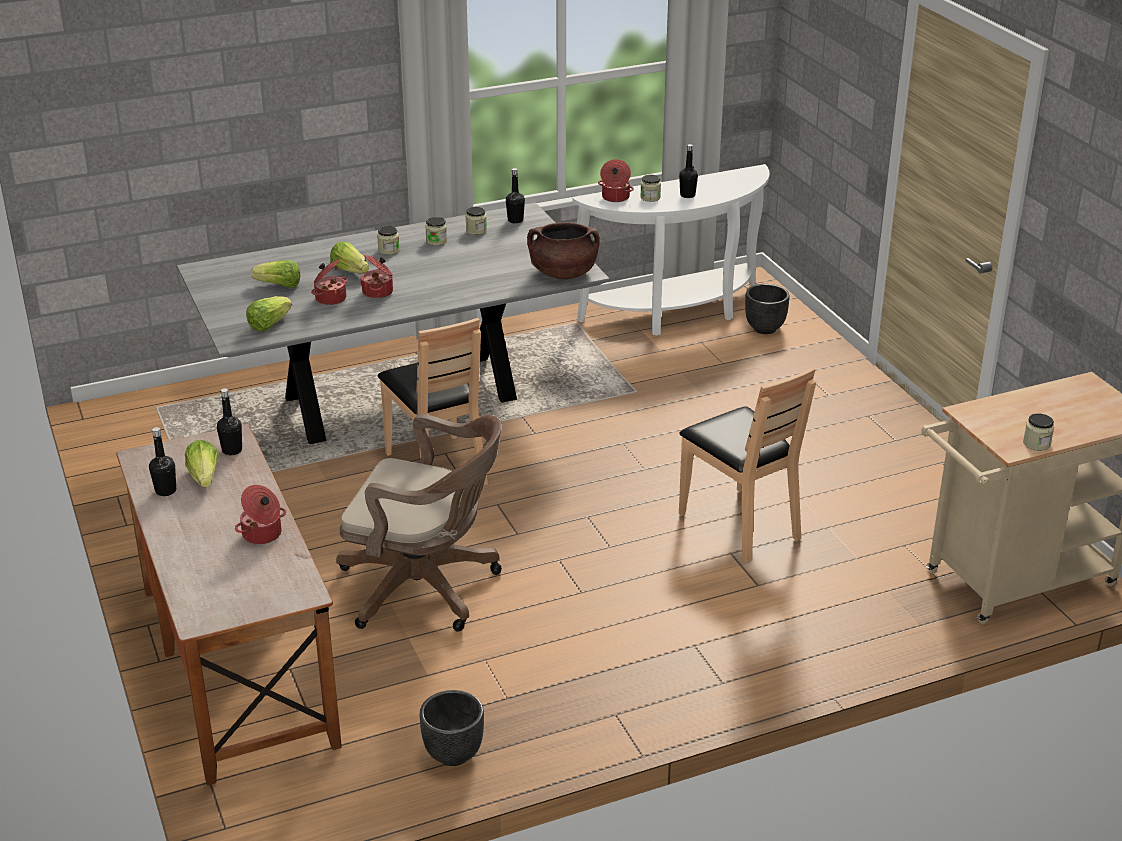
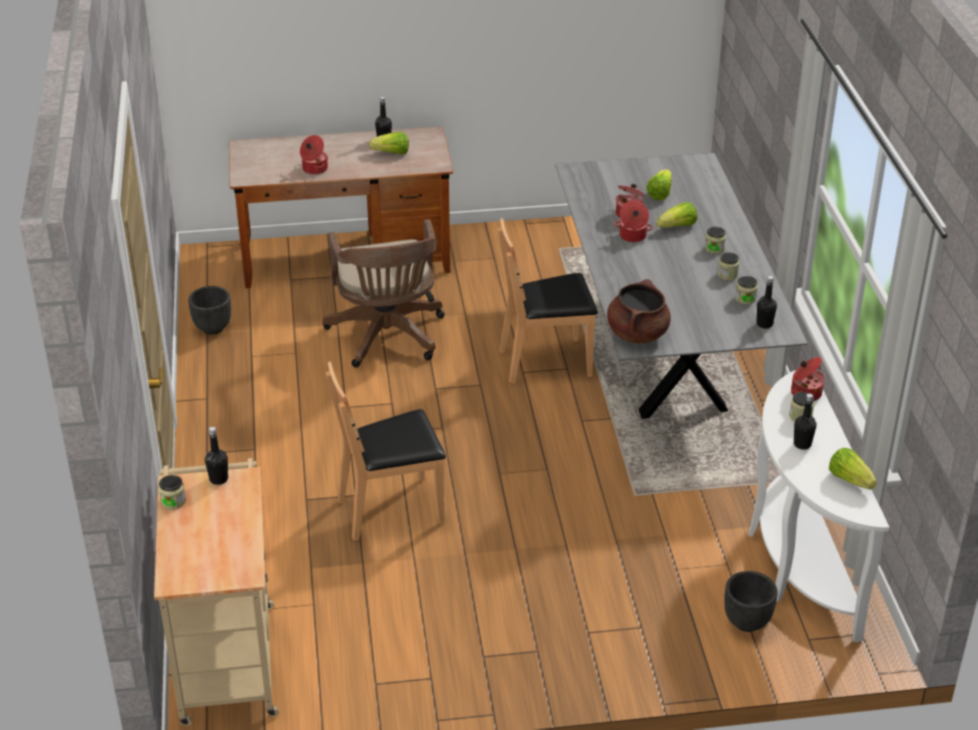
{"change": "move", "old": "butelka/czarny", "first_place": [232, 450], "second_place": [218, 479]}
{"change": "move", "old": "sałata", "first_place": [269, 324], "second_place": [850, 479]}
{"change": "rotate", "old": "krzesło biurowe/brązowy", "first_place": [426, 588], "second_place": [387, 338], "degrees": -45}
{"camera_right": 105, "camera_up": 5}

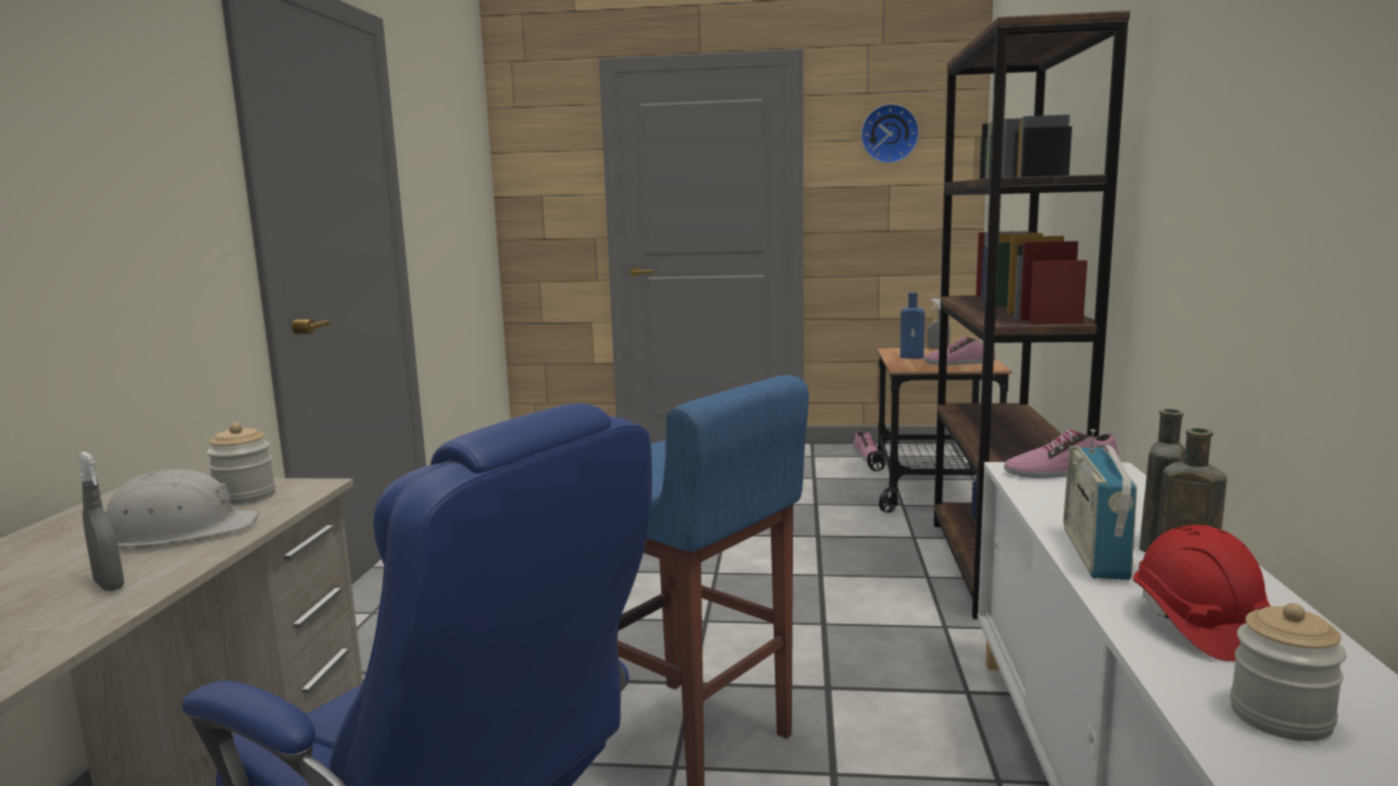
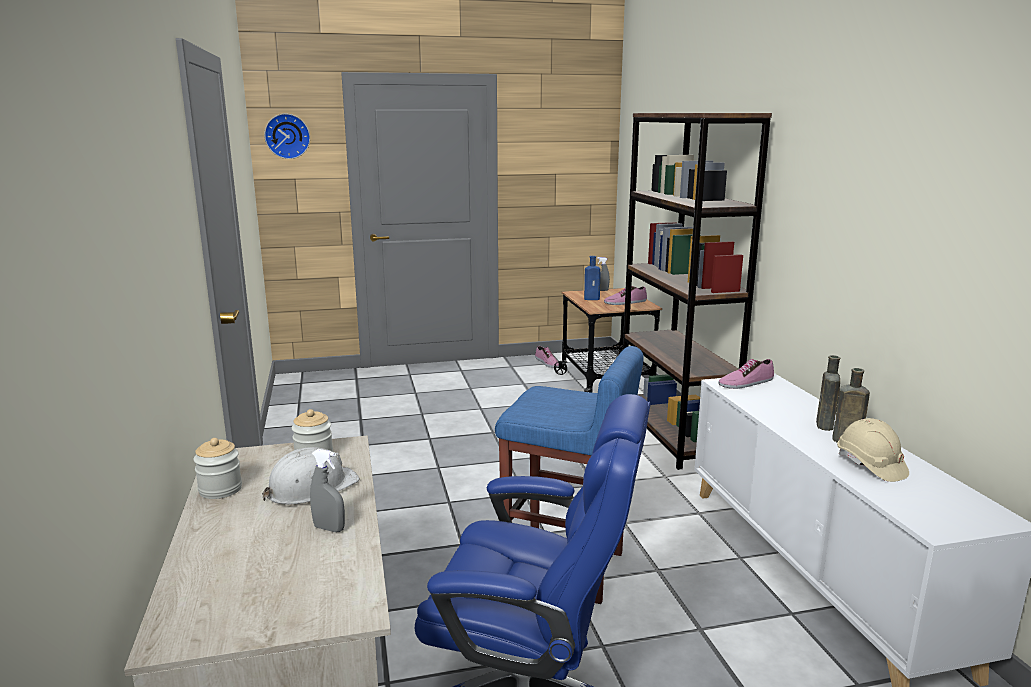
{"change": "delete", "old": "radio", "first_place": [1094, 554]}
{"change": "move", "old": "zegar ścienny", "first_place": [889, 134], "second_place": [287, 136]}
{"change": "move", "old": "słoik", "first_place": [1280, 717], "second_place": [220, 489]}
{"change": "recolor", "old": "kask/czerwony", "new": "kask/beżowy", "first_place": [1200, 625], "second_place": [870, 466]}
{"camera_right": -20, "camera_up": 5}

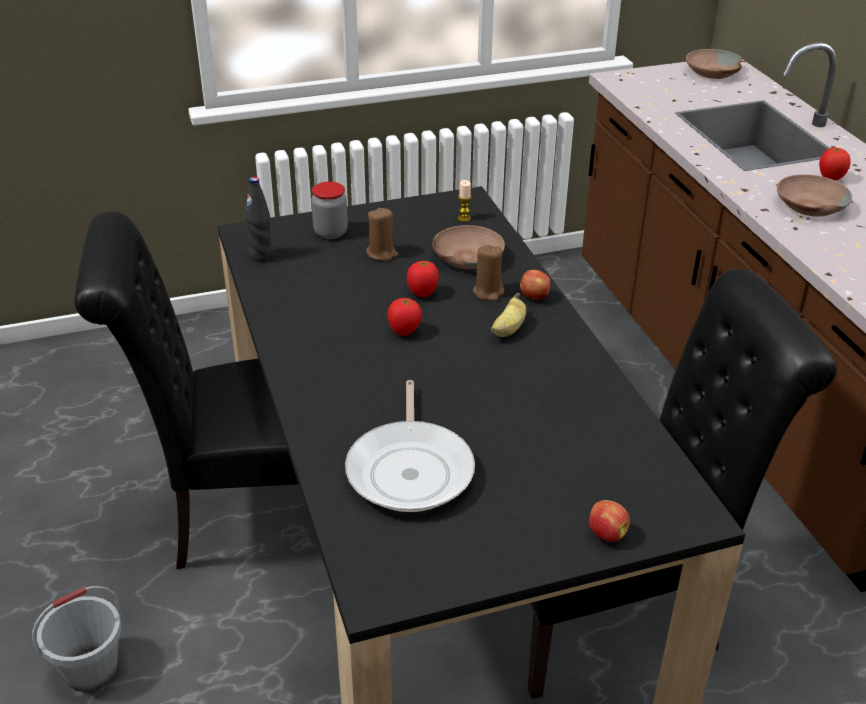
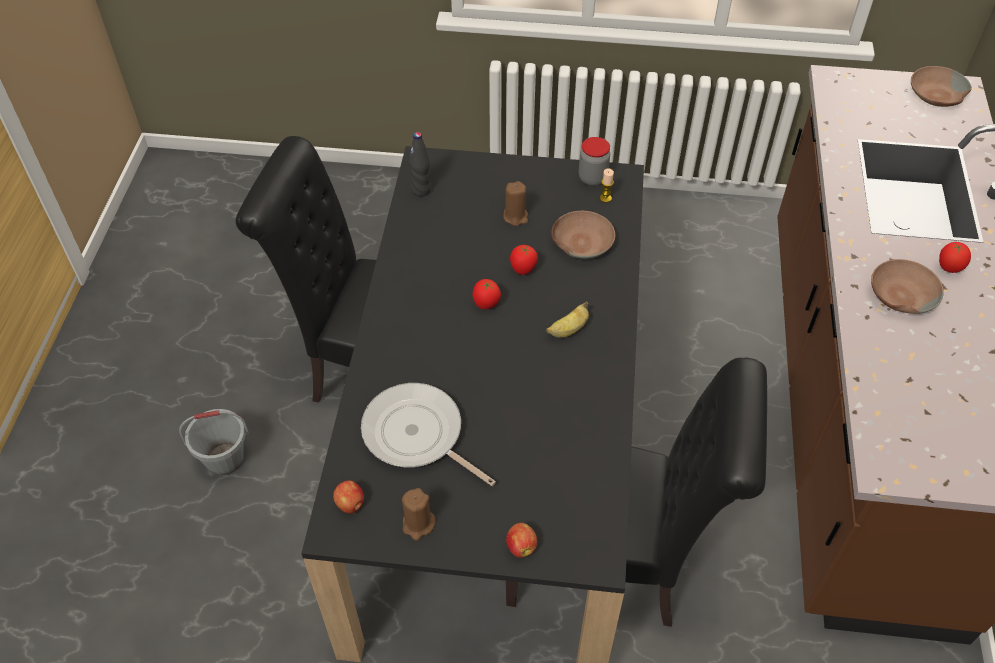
{"change": "move", "old": "słoik", "first_place": [330, 232], "second_place": [592, 178]}
{"change": "move", "old": "świeca/brązowy", "first_place": [488, 292], "second_place": [418, 524]}
{"change": "move", "old": "jabłko", "first_place": [535, 297], "second_place": [350, 504]}
{"change": "rotate", "old": "patelnia", "first_place": [411, 469], "second_place": [417, 435], "degrees": 105}
{"camera_right": 25, "camera_up": 15}

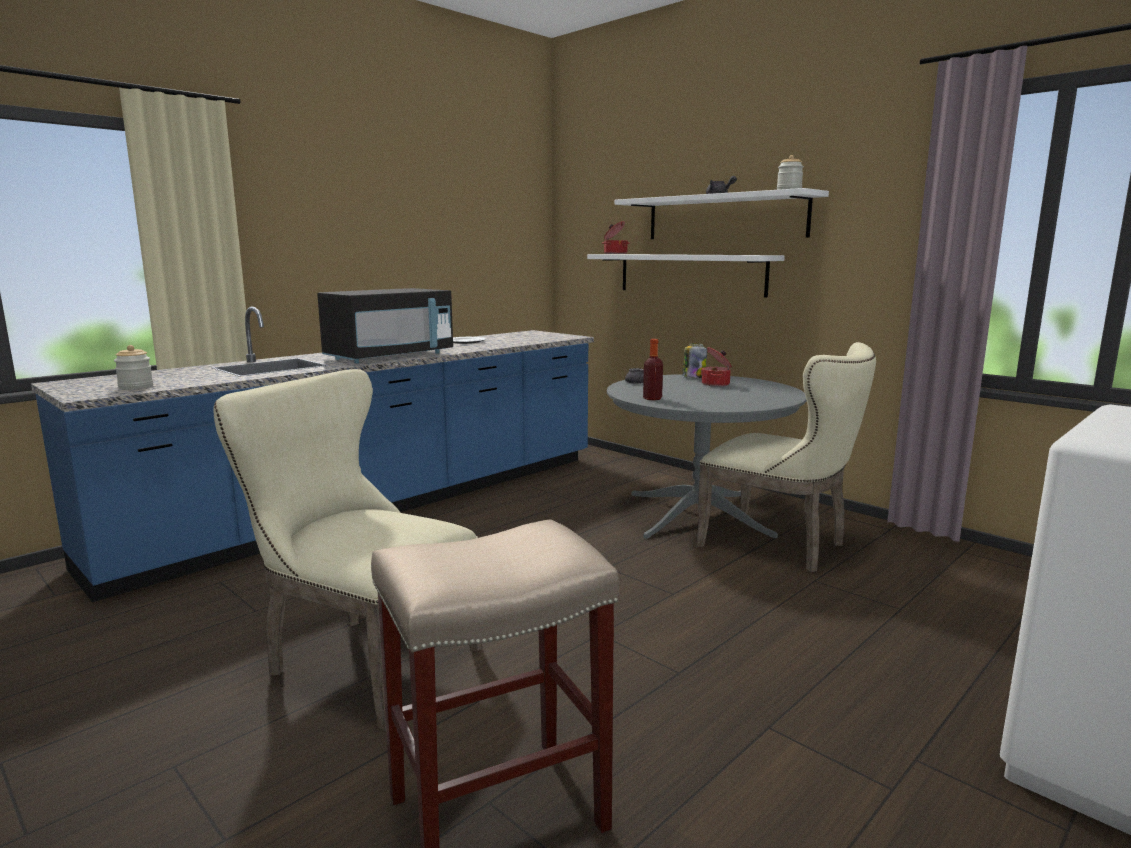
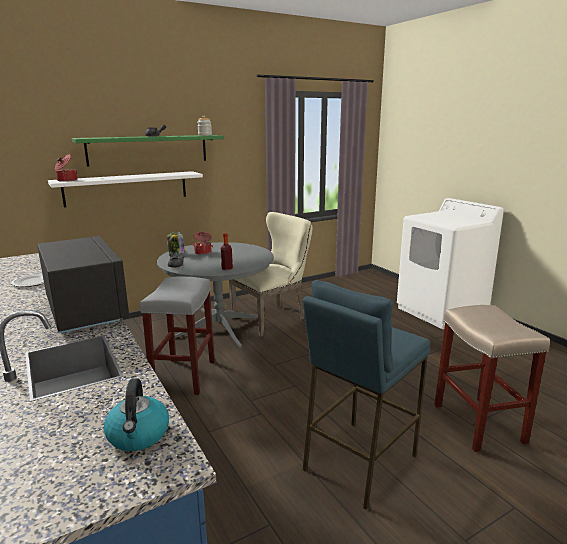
{"change": "insert", "new": "stołek/szary", "second_place": [184, 375]}
{"change": "replace", "old": "słoik", "new": "czajnik", "first_place": [136, 387], "second_place": [138, 435]}
{"change": "replace", "old": "krzesło/beżowy", "new": "stołek/niebieski", "first_place": [361, 661], "second_place": [358, 462]}
{"change": "recolor", "old": "półka/biały", "new": "półka/zielony", "first_place": [724, 217], "second_place": [148, 149]}
{"camera_right": -75, "camera_up": 5}

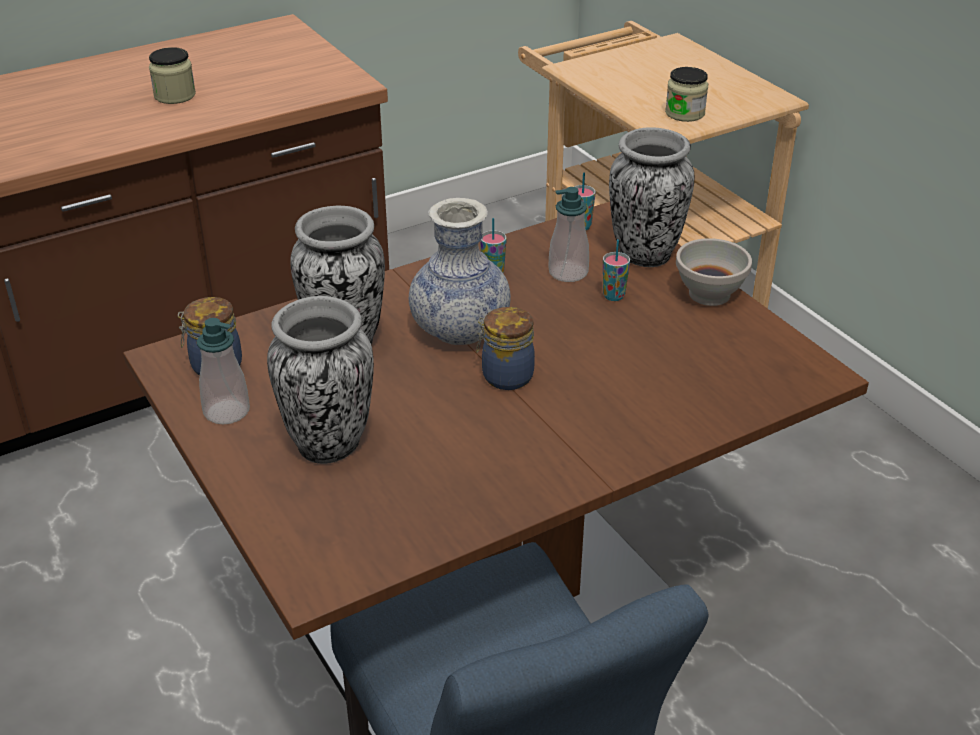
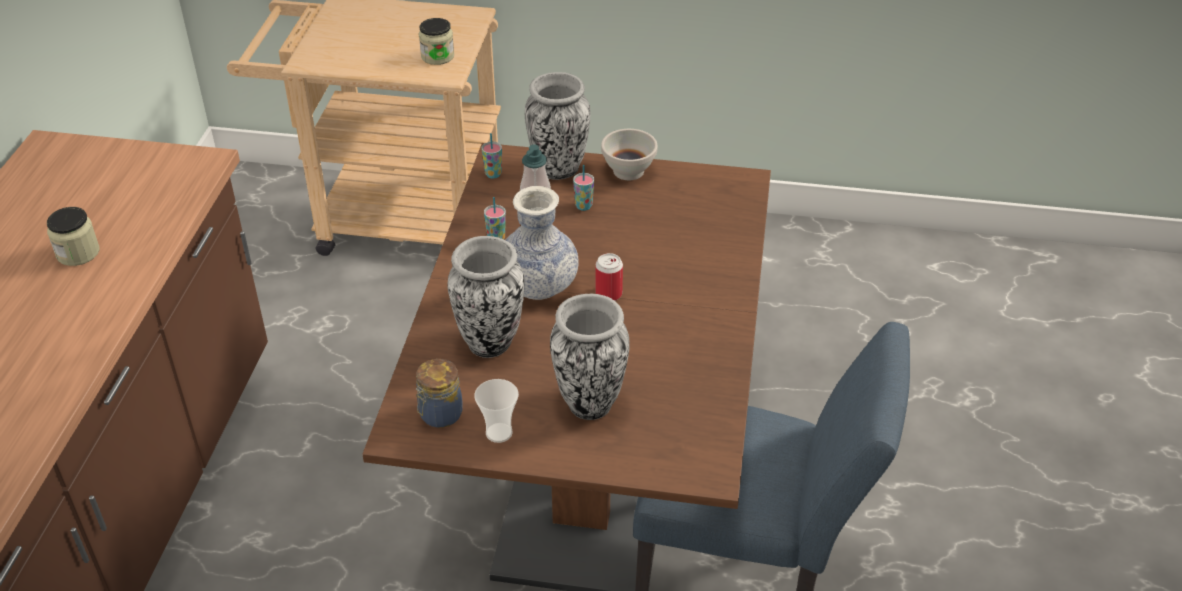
{"change": "replace", "old": "dozownik mydła", "new": "filiżanka", "first_place": [226, 411], "second_place": [499, 433]}
{"change": "replace", "old": "słoik", "new": "puszka", "first_place": [505, 376], "second_place": [608, 294]}
{"camera_right": -50, "camera_up": 5}

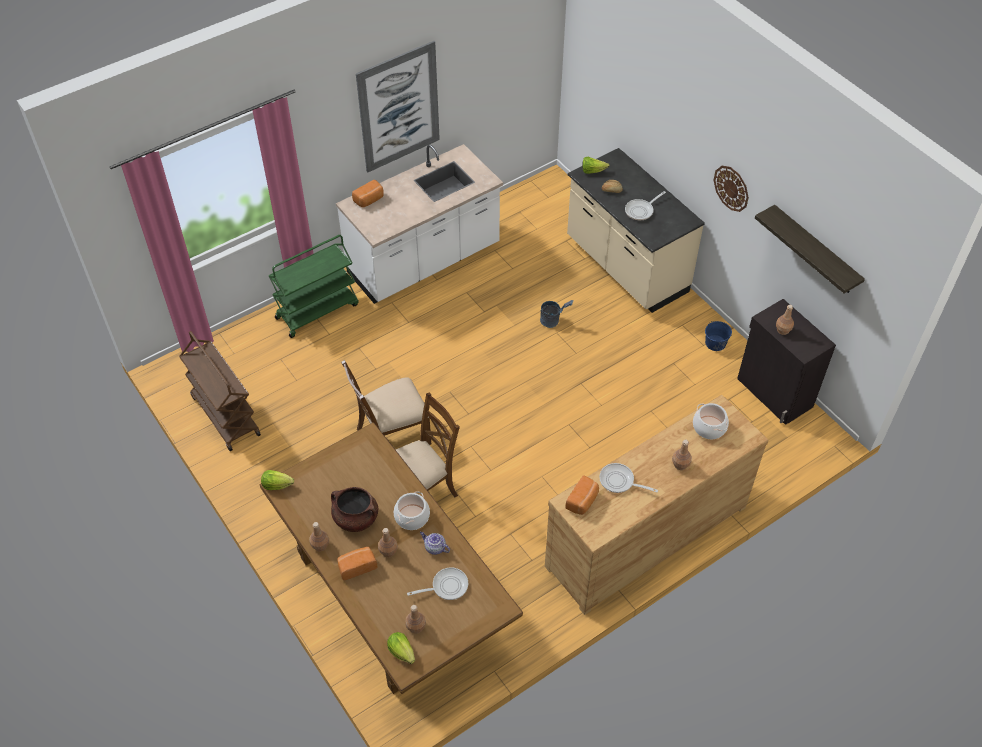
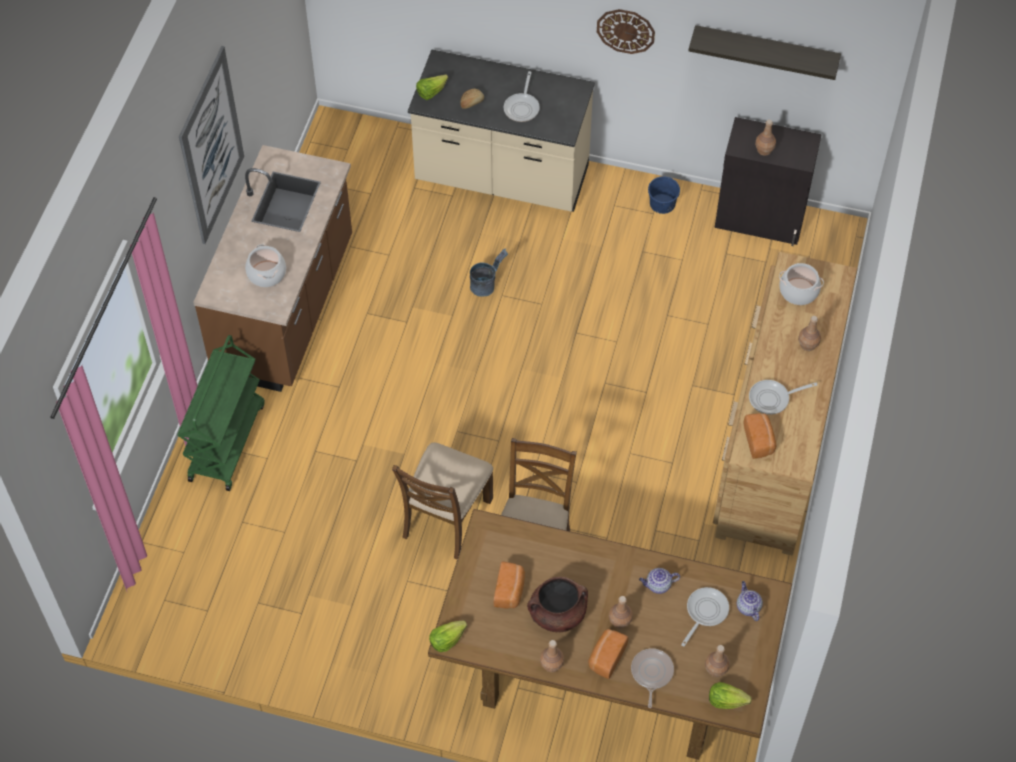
{"change": "delete", "old": "wózek/brązowy", "first_place": [225, 415]}
{"change": "insert", "new": "patelnia", "second_place": [651, 673]}
{"change": "insert", "new": "imbryk", "second_place": [747, 607]}
{"change": "move", "old": "chleb", "first_place": [369, 200], "second_place": [510, 591]}
{"change": "move", "old": "garnek", "first_place": [412, 517], "second_place": [266, 273]}
{"change": "recolor", "old": "zabudowa kuchenna/biały", "new": "zabudowa kuchenna/brązowy", "first_place": [424, 261], "second_place": [286, 308]}
{"camera_right": -40, "camera_up": 5}

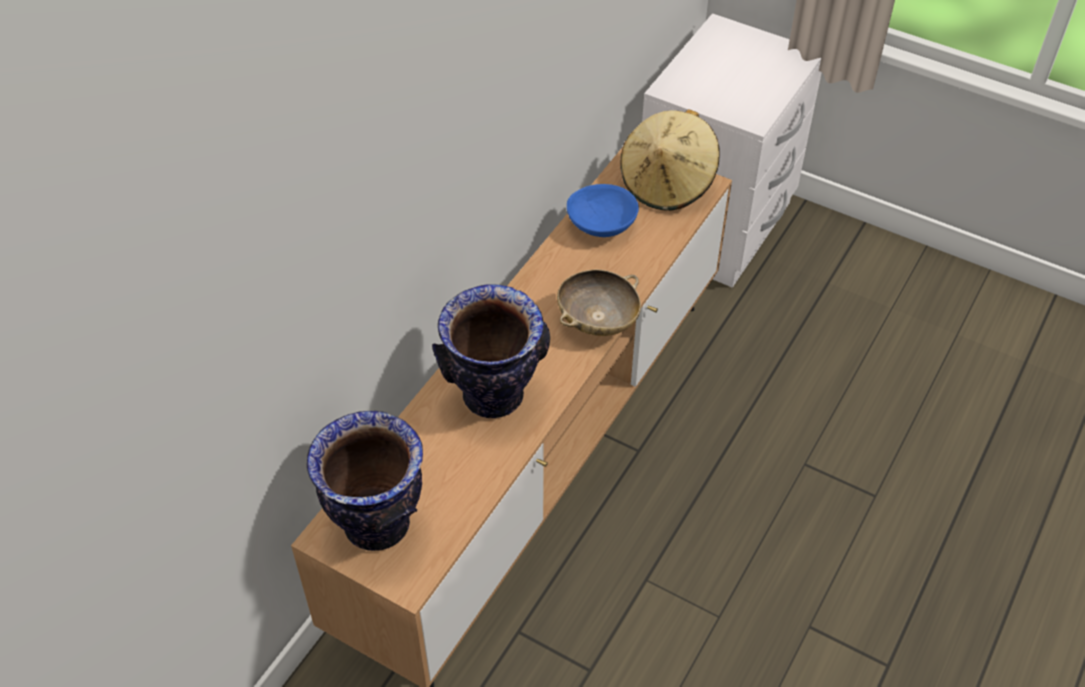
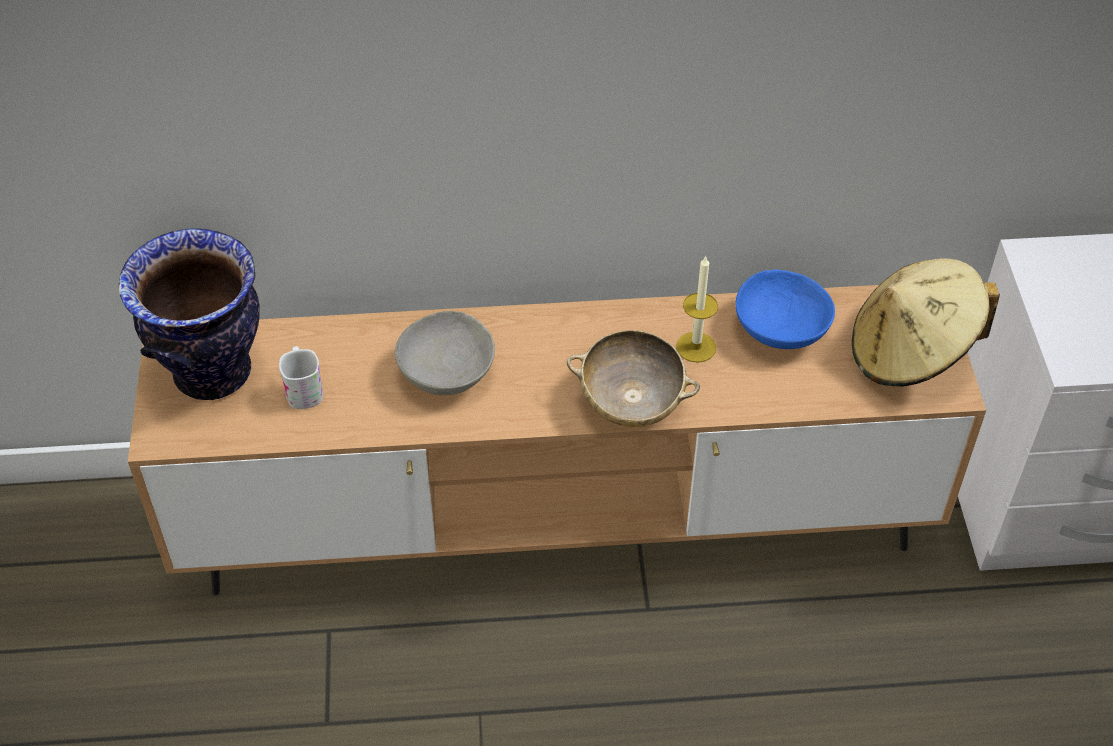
{"change": "insert", "new": "kubek/biały", "second_place": [303, 389]}
{"change": "insert", "new": "świeca", "second_place": [696, 347]}
{"change": "replace", "old": "wazon", "new": "miska/szary", "first_place": [493, 397], "second_place": [445, 372]}
{"camera_right": 55, "camera_up": 0}

